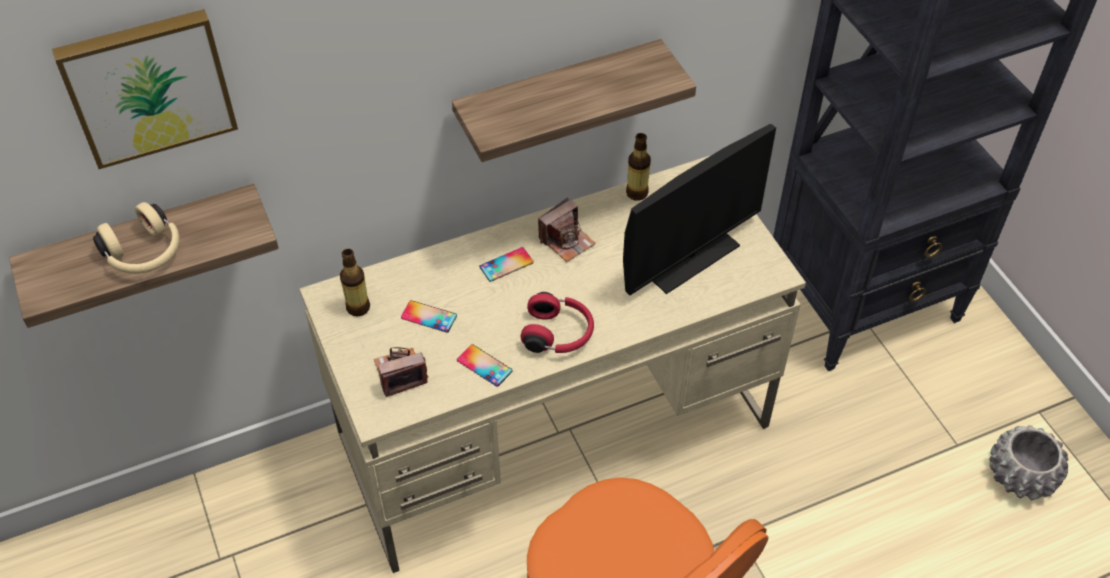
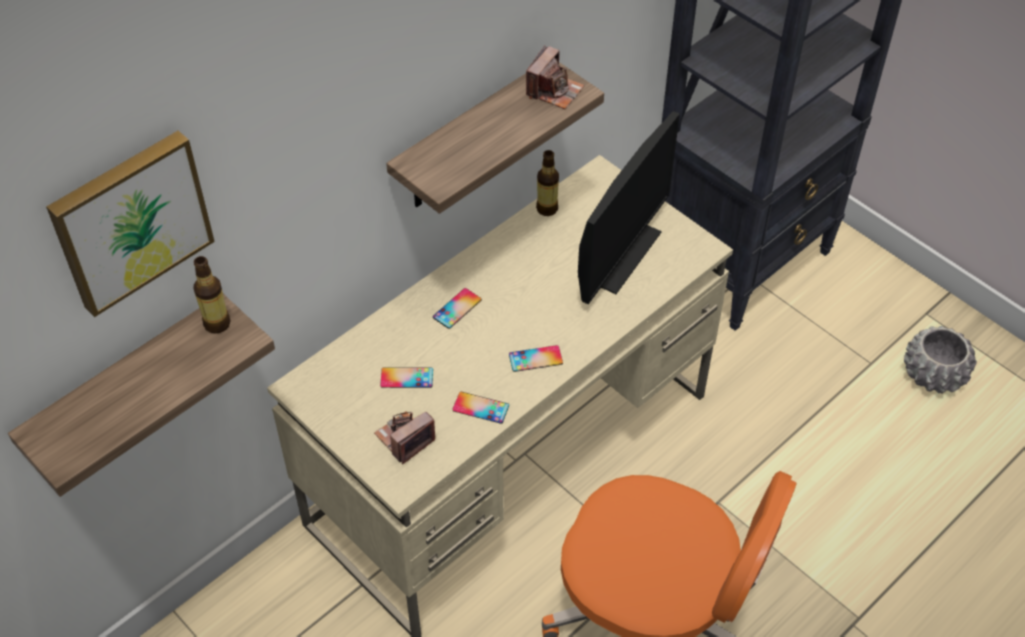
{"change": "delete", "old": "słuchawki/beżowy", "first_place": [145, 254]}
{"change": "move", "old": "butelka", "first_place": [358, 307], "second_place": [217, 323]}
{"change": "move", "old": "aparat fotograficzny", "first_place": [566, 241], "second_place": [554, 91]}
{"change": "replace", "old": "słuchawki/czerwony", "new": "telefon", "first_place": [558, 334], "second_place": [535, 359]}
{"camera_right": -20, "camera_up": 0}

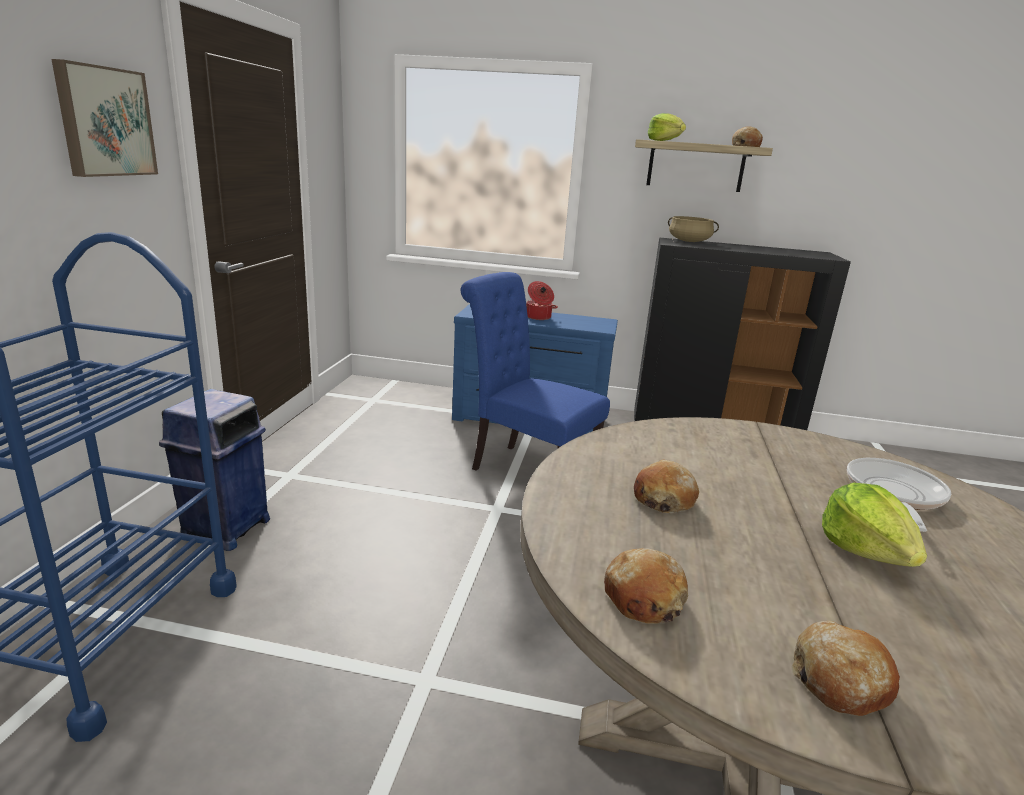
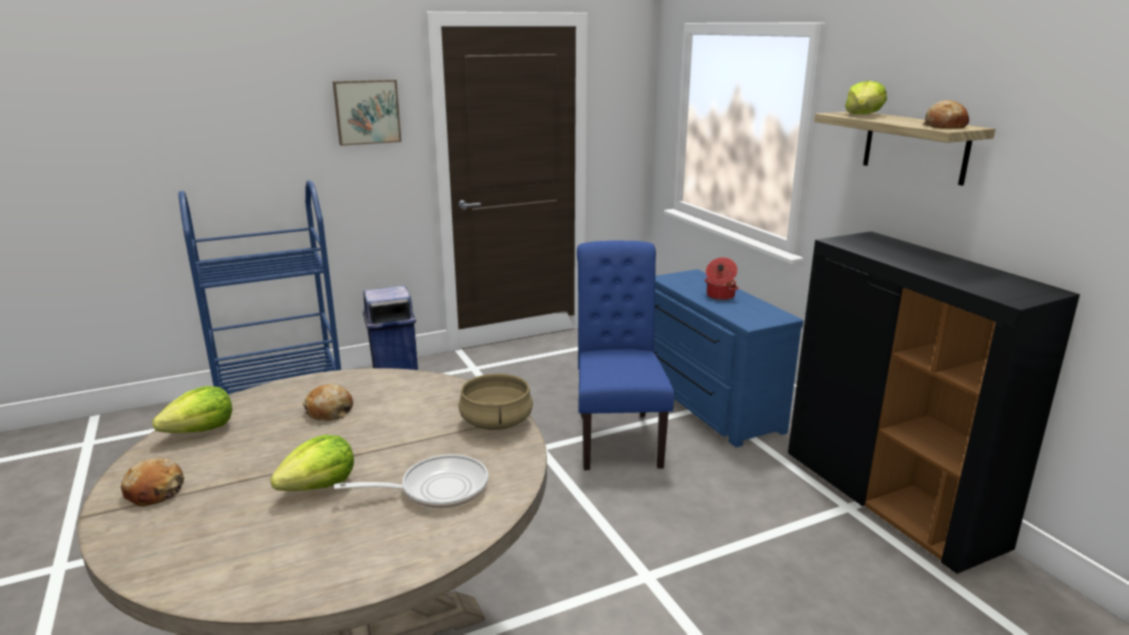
{"change": "move", "old": "garnek/beżowy", "first_place": [689, 241], "second_place": [497, 422]}
{"change": "replace", "old": "chleb", "new": "sałata", "first_place": [644, 598], "second_place": [201, 430]}
{"camera_right": 55, "camera_up": 0}

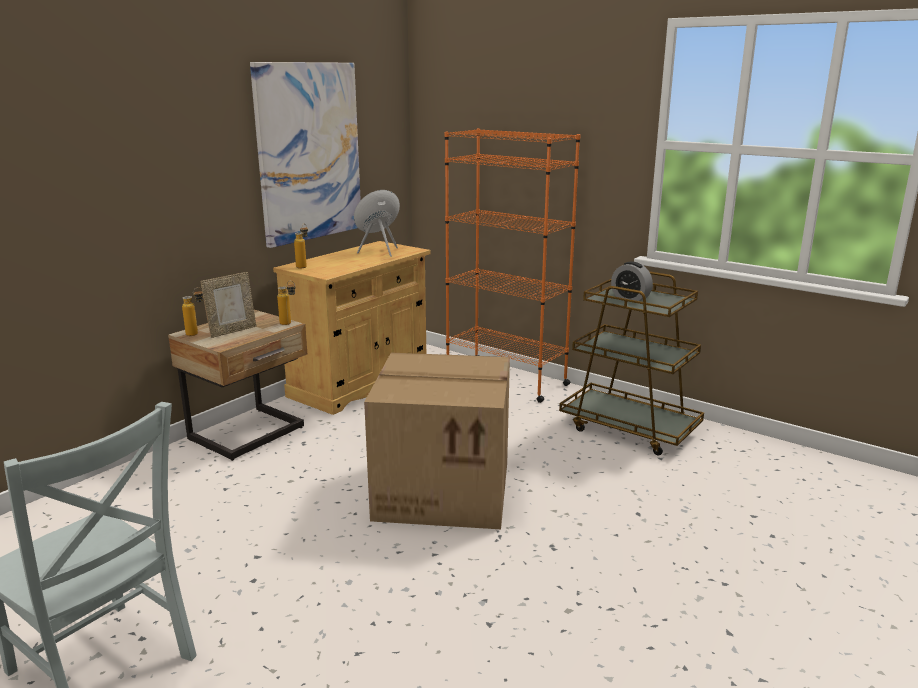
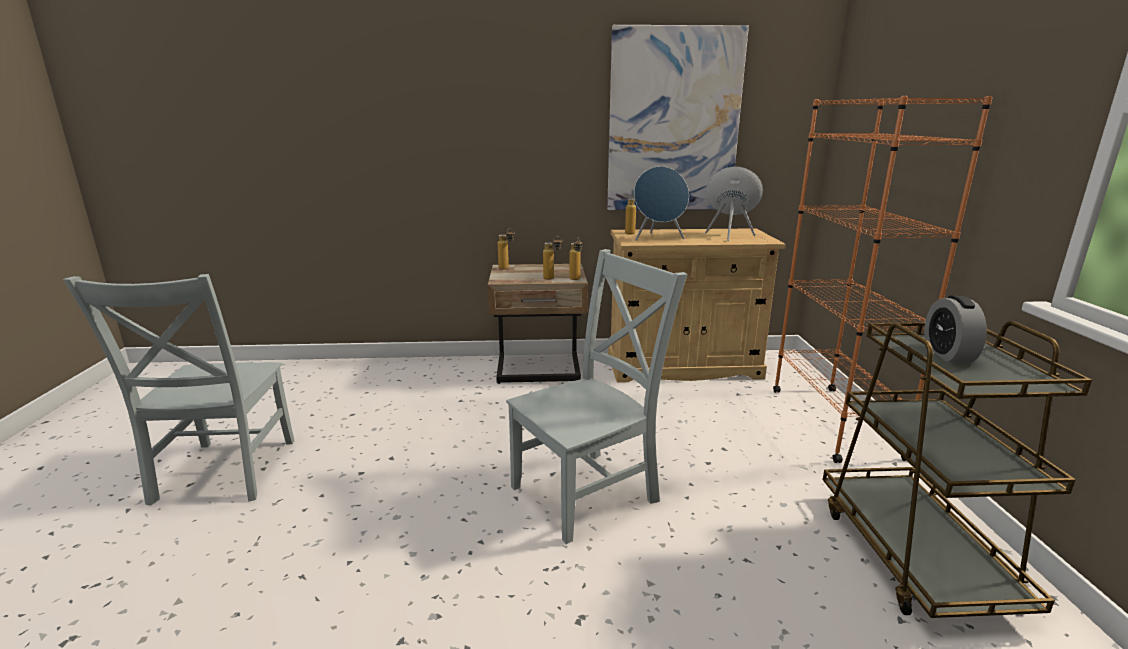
{"change": "delete", "old": "ramka na zdjęcie", "first_place": [232, 331]}
{"change": "insert", "new": "butelka", "second_place": [552, 279]}
{"change": "insert", "new": "głośnik/niebieski", "second_place": [658, 238]}
{"change": "replace", "old": "karton", "new": "krzesło/szary", "first_place": [445, 489], "second_place": [589, 492]}
{"camera_right": 50, "camera_up": 0}

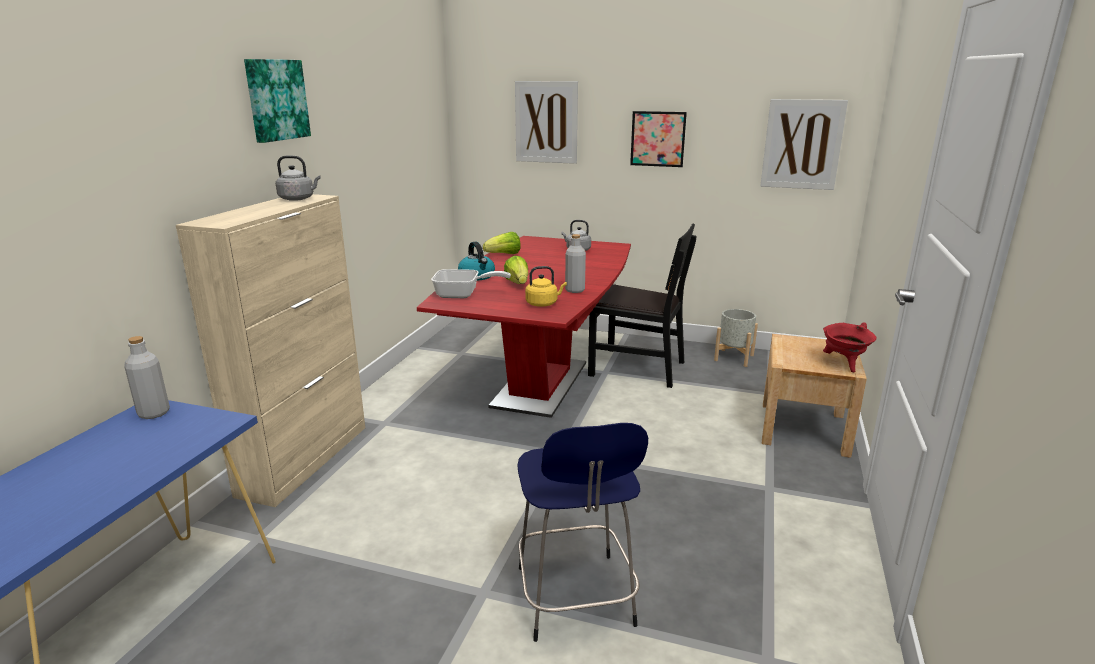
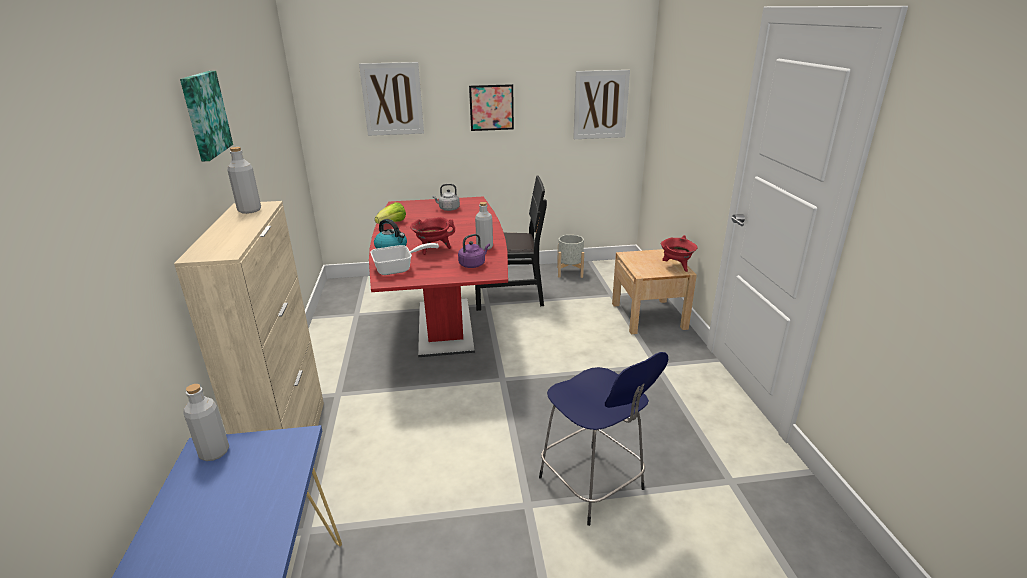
{"change": "replace", "old": "czajnik/szary", "new": "butelka/szary", "first_place": [298, 199], "second_place": [249, 210]}
{"change": "replace", "old": "sałata", "new": "garnek/czerwony", "first_place": [517, 283], "second_place": [433, 249]}
{"change": "recolor", "old": "czajnik/żółty", "new": "czajnik/fioletowy", "first_place": [543, 304], "second_place": [473, 264]}
{"camera_right": -25, "camera_up": 5}

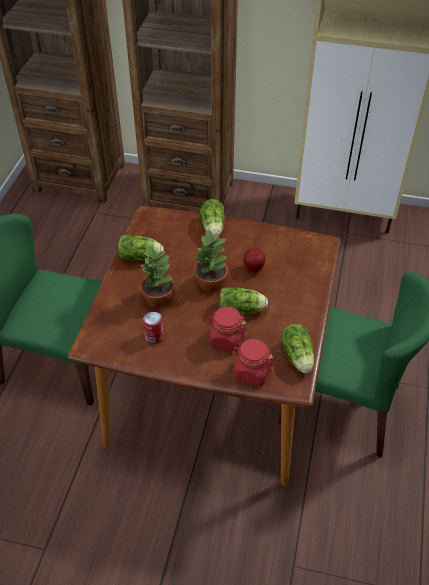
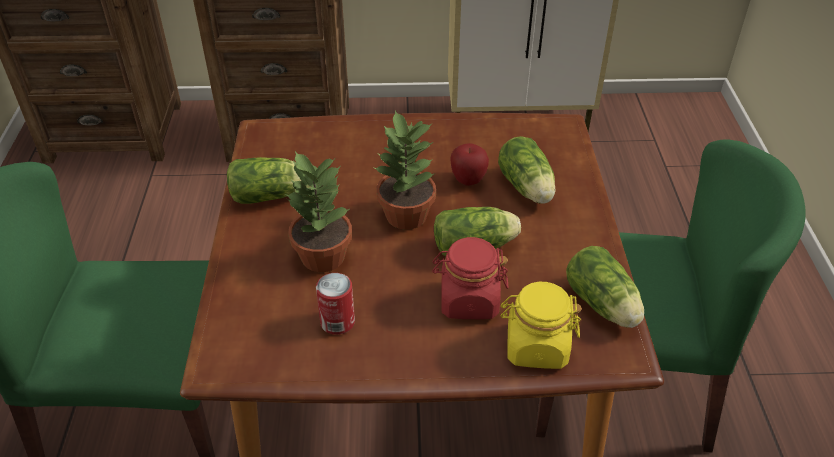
{"change": "move", "old": "sałata", "first_place": [213, 228], "second_place": [527, 189]}
{"change": "recolor", "old": "słoik/czerwony", "new": "słoik/żółty", "first_place": [252, 372], "second_place": [536, 347]}
{"camera_right": -15, "camera_up": -5}

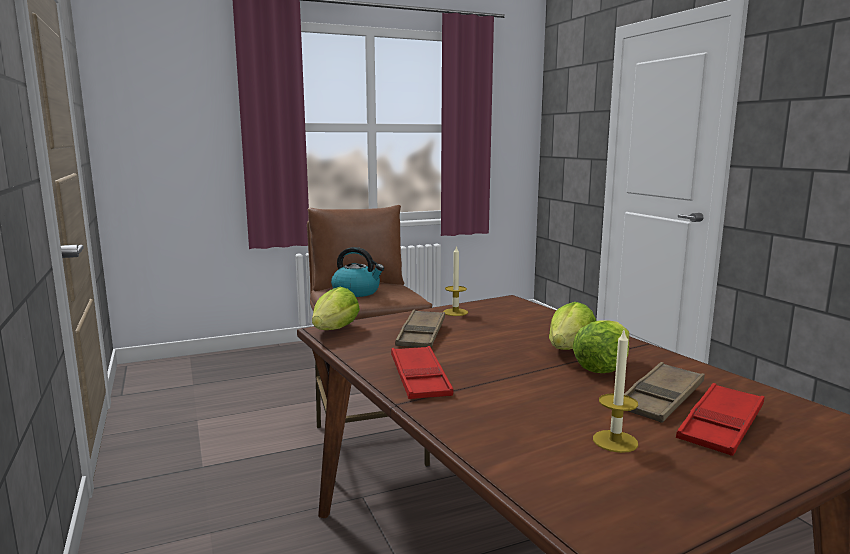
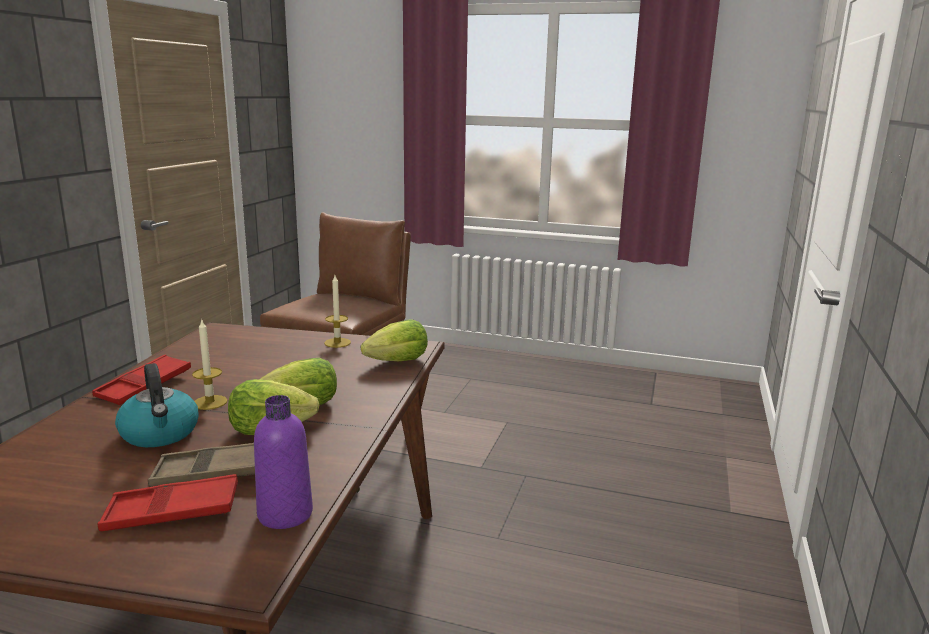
{"change": "delete", "old": "taca/brązowy", "first_place": [421, 335]}
{"change": "insert", "new": "butelka/fioletowy", "second_place": [285, 514]}
{"change": "move", "old": "sałata", "first_place": [335, 330], "second_place": [398, 362]}
{"change": "move", "old": "czajnik", "first_place": [357, 292], "second_place": [160, 434]}
{"change": "move", "old": "świeca", "first_place": [615, 441], "second_place": [210, 402]}
{"camera_right": 40, "camera_up": 5}

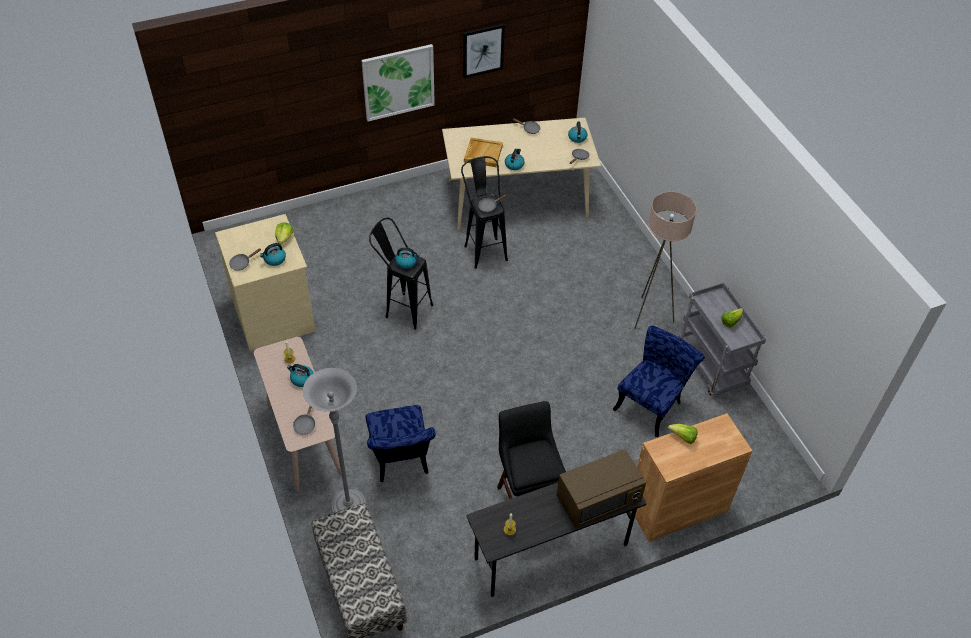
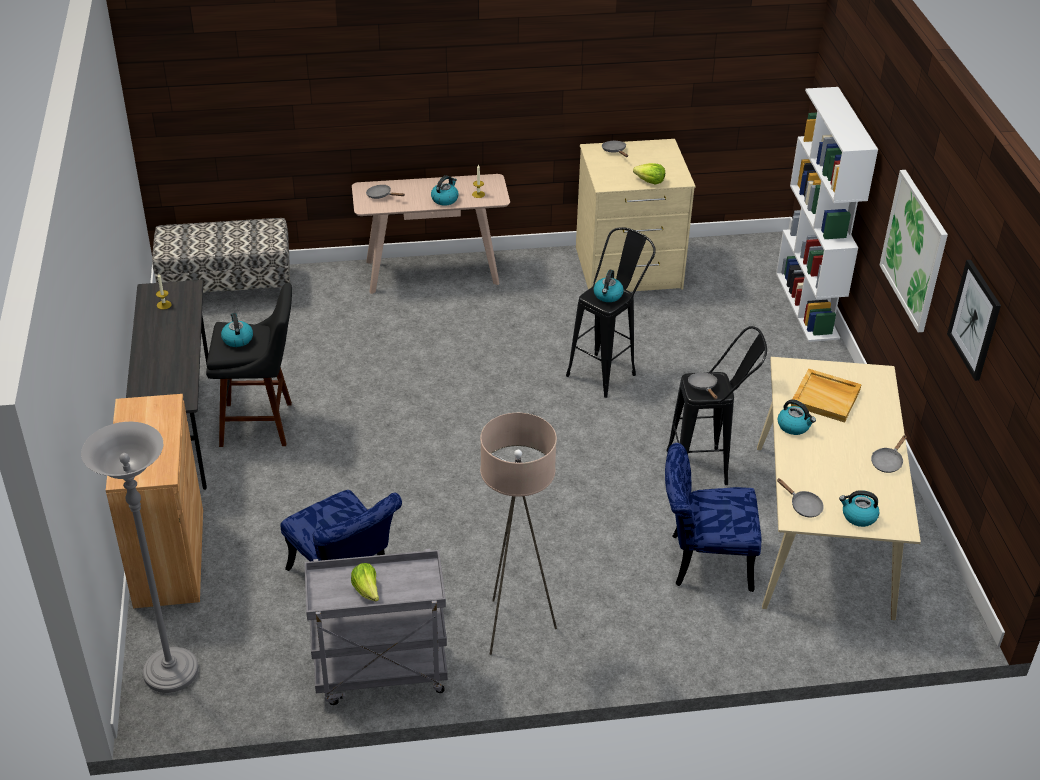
{"change": "delete", "old": "mikrofalówka/brązowy", "first_place": [598, 499]}
{"change": "delete", "old": "sałata", "first_place": [683, 437]}
{"change": "insert", "new": "regał/biały", "second_place": [807, 305]}
{"change": "move", "old": "czajnik", "first_place": [274, 259], "second_place": [237, 339]}
{"change": "move", "old": "lampa stojąca/szary", "first_place": [349, 507], "second_place": [171, 672]}
{"change": "move", "old": "krzesło/niebieski", "first_place": [400, 461], "second_place": [702, 560]}
{"camera_right": 105, "camera_up": -10}

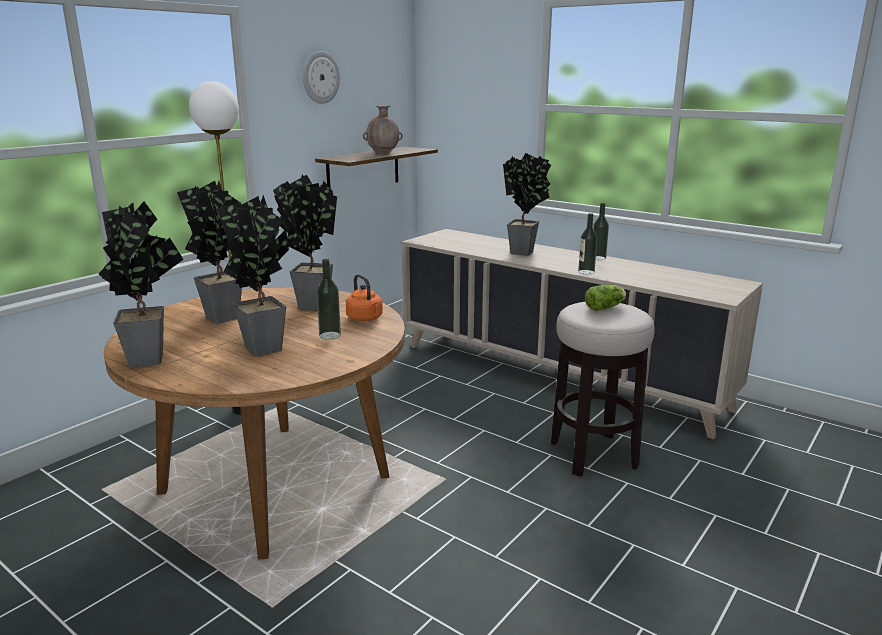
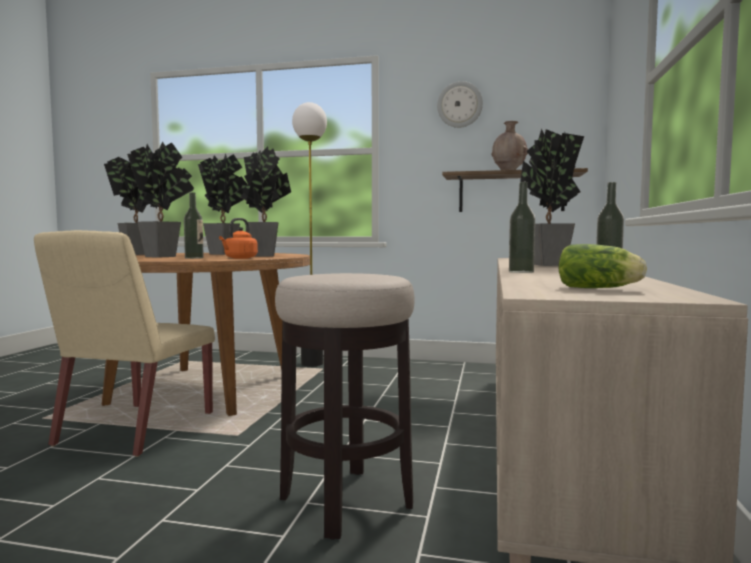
{"change": "insert", "new": "krzesło/beżowy", "second_place": [135, 429]}
{"change": "move", "old": "sałata", "first_place": [606, 307], "second_place": [600, 288]}
{"camera_right": 65, "camera_up": -15}

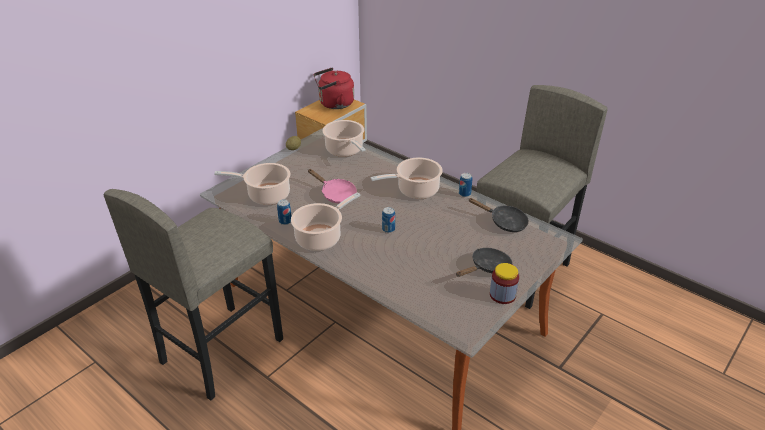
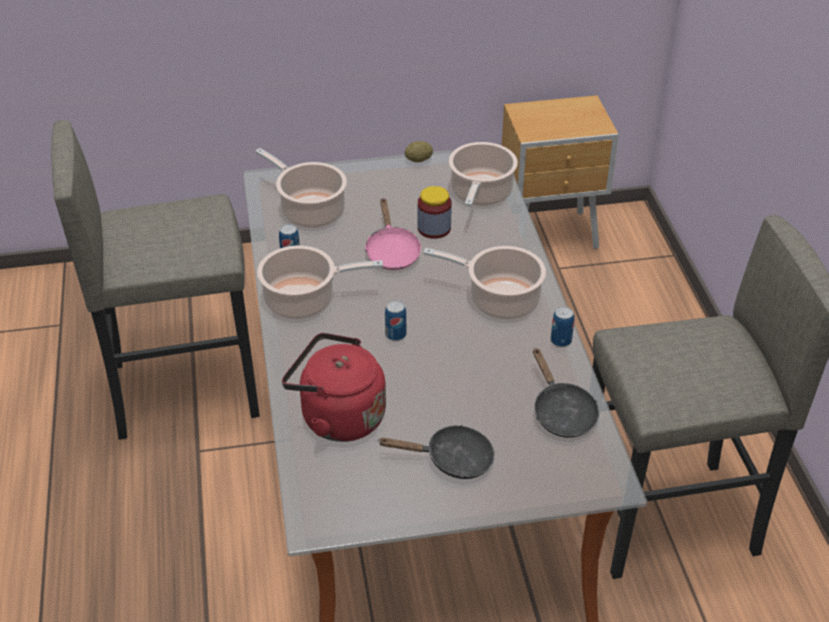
{"change": "move", "old": "czajnik/czerwony", "first_place": [334, 104], "second_place": [337, 417]}
{"change": "move", "old": "słoik", "first_place": [502, 295], "second_place": [434, 228]}
{"camera_right": 40, "camera_up": 5}

